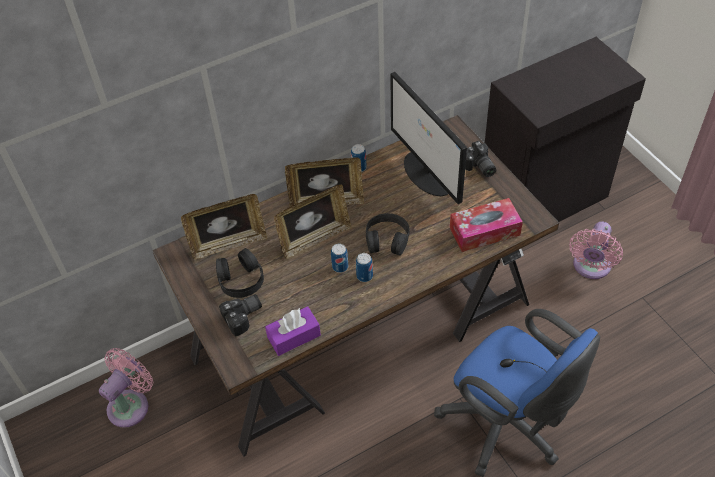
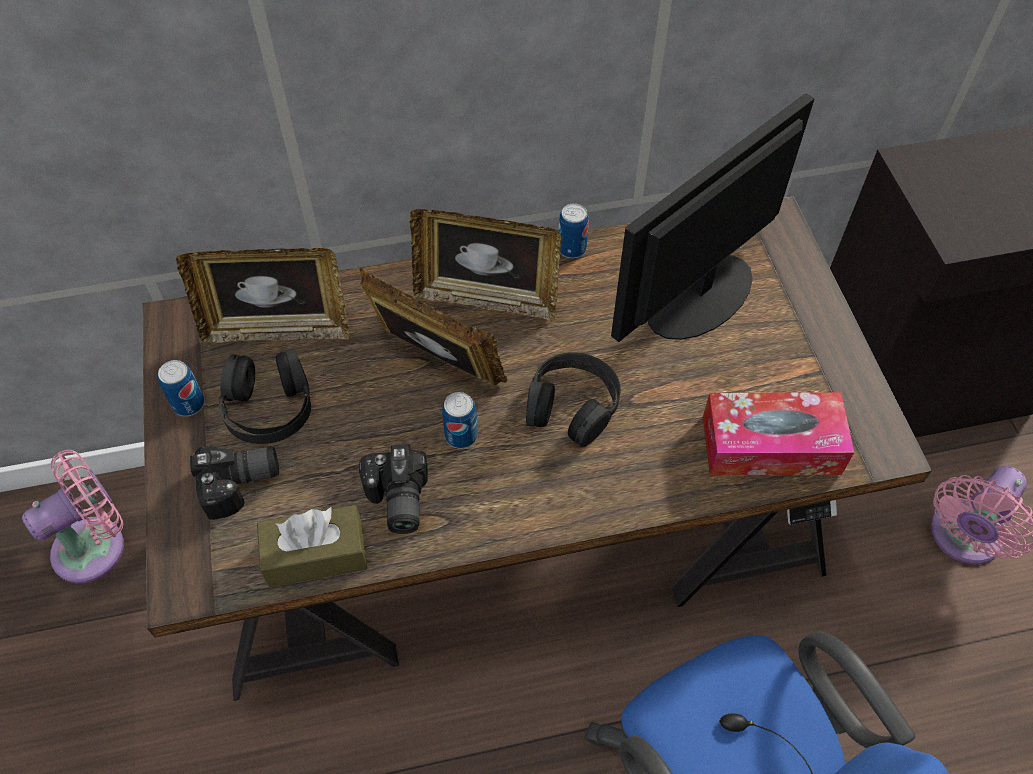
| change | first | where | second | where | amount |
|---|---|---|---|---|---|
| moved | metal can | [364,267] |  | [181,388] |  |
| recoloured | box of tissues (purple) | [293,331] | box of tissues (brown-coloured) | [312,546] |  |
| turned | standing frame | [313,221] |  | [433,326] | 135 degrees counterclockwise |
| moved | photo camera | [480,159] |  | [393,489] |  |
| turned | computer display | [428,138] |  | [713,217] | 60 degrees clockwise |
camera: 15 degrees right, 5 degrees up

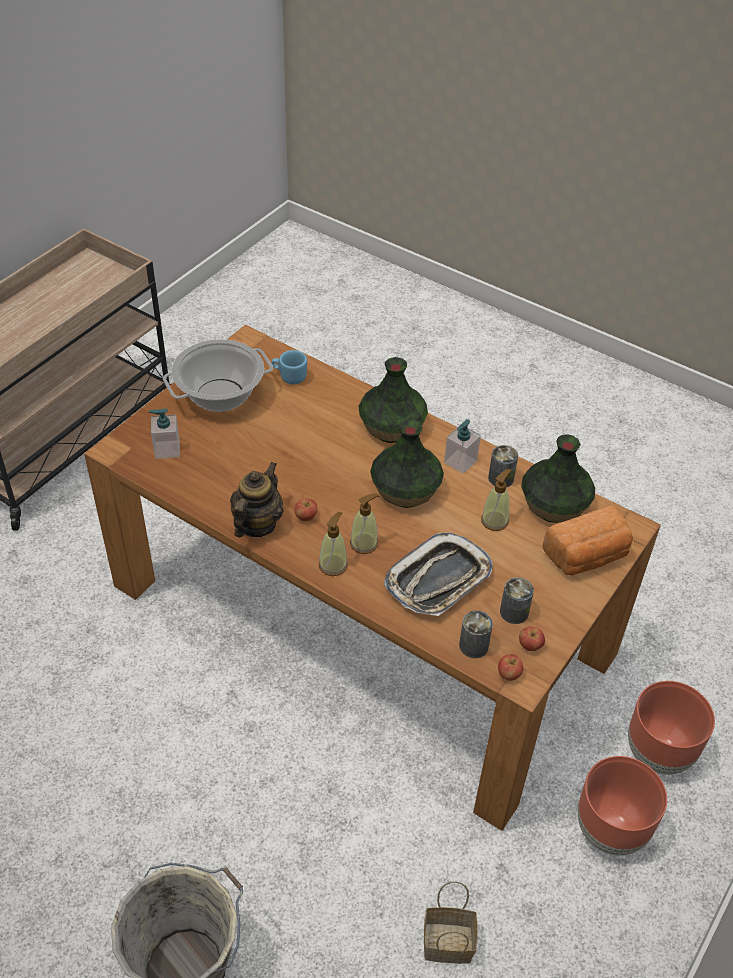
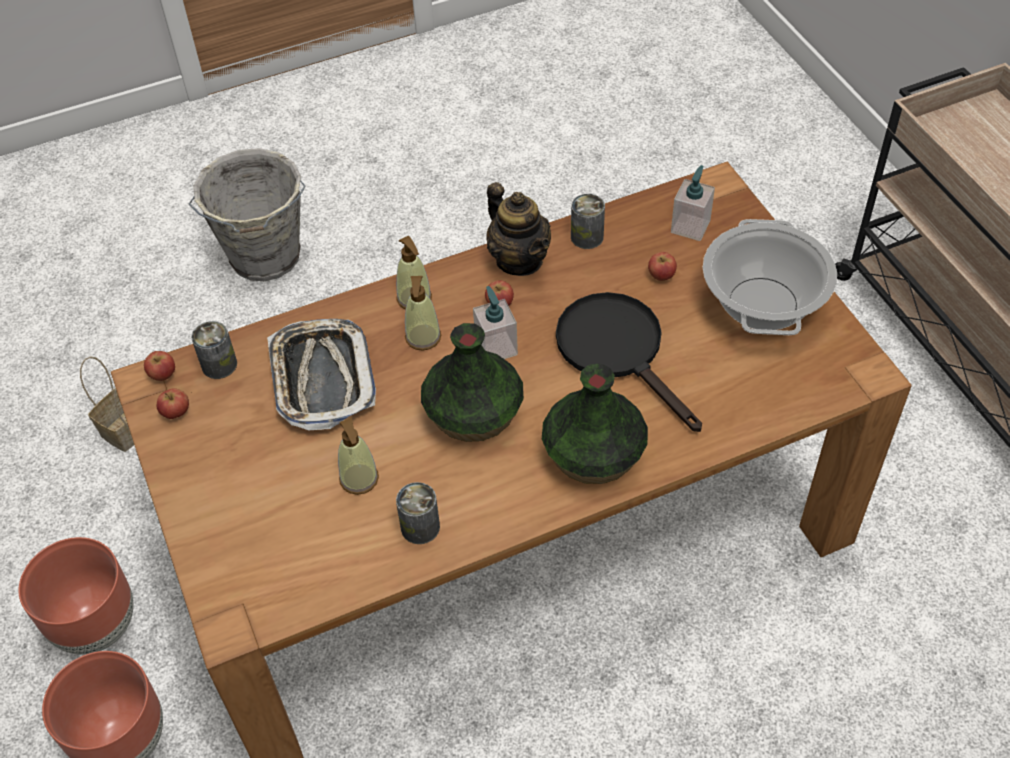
| change | first | where | second | where | amount |
|---|---|---|---|---|---|
| moved | soap dispenser | [462,446] |  | [495,322] |  |
| added |  |  | frying pan (black) | [629,362] |  |
| moved | metal can | [517,600] |  | [588,221] |  |
| added |  |  | apple fruit | [662,266] |  |
| removed | tea mug (blue) | [289,367] |  |  |  |
| removed | vase | [558,478] |  |  |  |
| removed | bakery bread | [587,540] |  |  |  |
camera: 125 degrees right, 5 degrees up

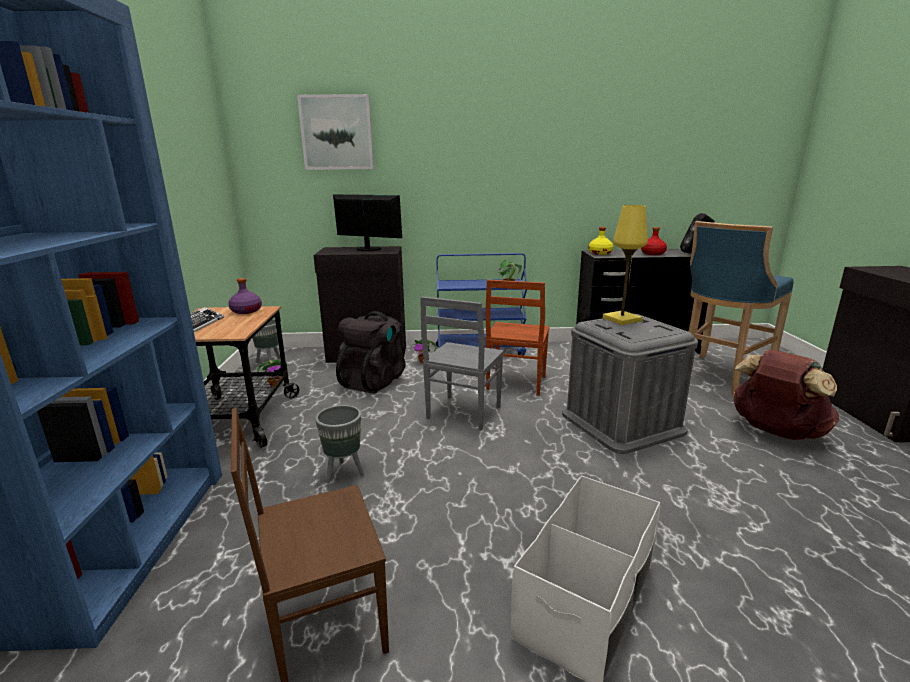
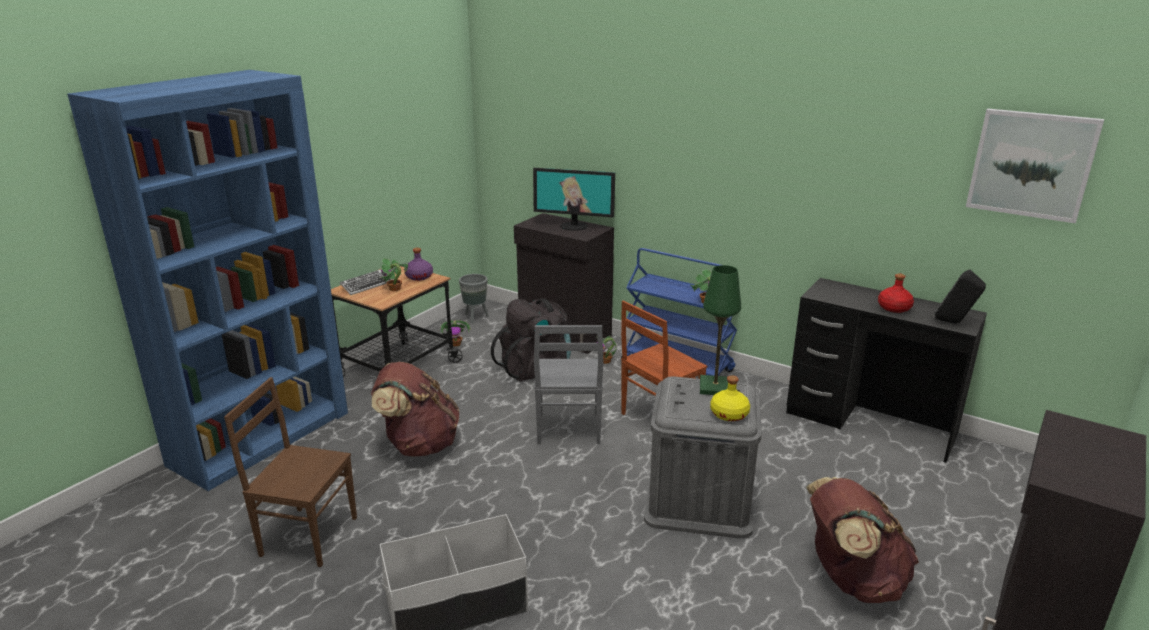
| change | first | where | second | where | amount |
|---|---|---|---|---|---|
| replaced | planter (greyish) | [340,444] | knapsack (brown-coloured) | [415,409] |  |
| added |  |  | houseplant | [394,274] |  |
| turned | computer display | [367,222] |  | [574,199] | 135 degrees clockwise |
| turned | chair (greyish) | [462,364] |  | [569,384] | 60 degrees counterclockwise |
| recoloured | tabletop lamp (yellowish) | [625,265] | tabletop lamp (greenish) | [720,330] |  |
| moved | drink bottle (yellowish) | [601,241] |  | [730,398] |  |
| moved | wall picture | [335,132] |  | [1035,166] |  |
| removed | stool (blue) | [740,308] |  |  |  |
camera: 35 degrees right, 5 degrees up

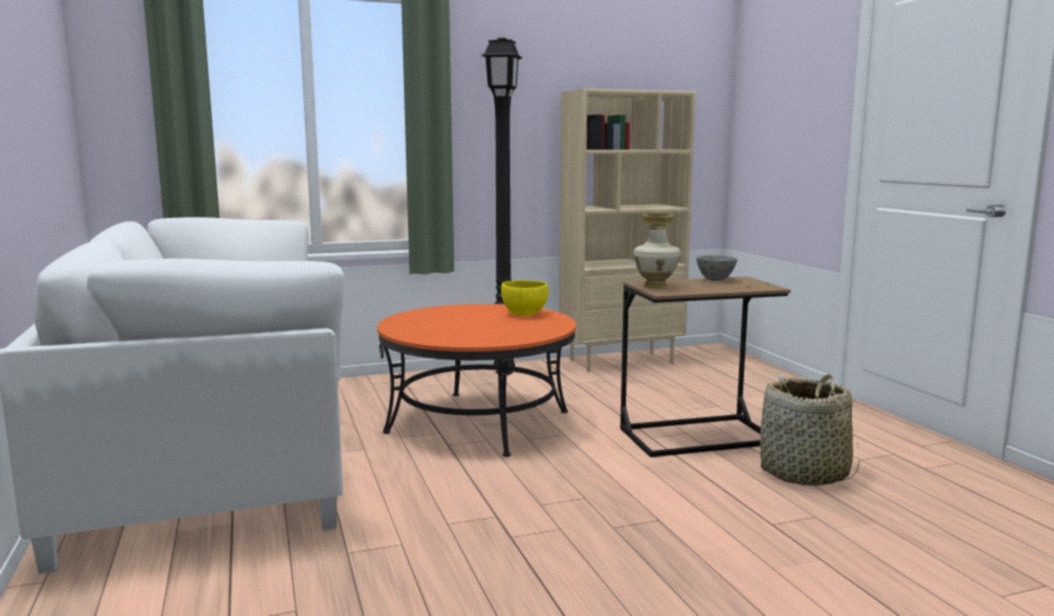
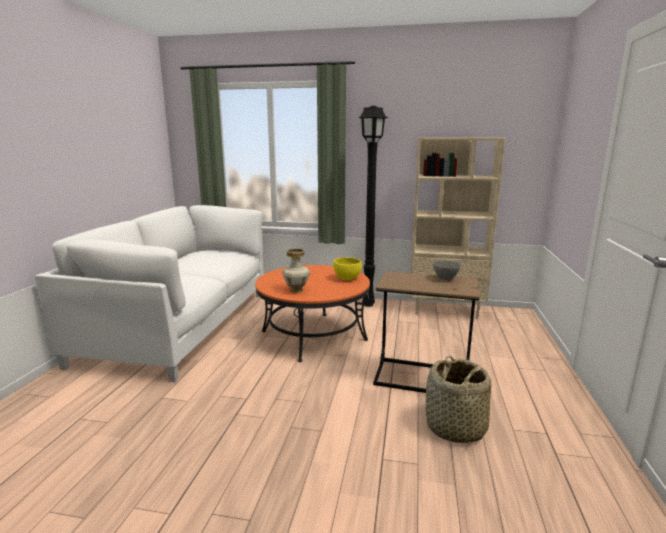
| change | first | where | second | where | amount |
|---|---|---|---|---|---|
| moved | vase | [657,250] |  | [296,271] |  |
camera: 30 degrees right, 5 degrees up

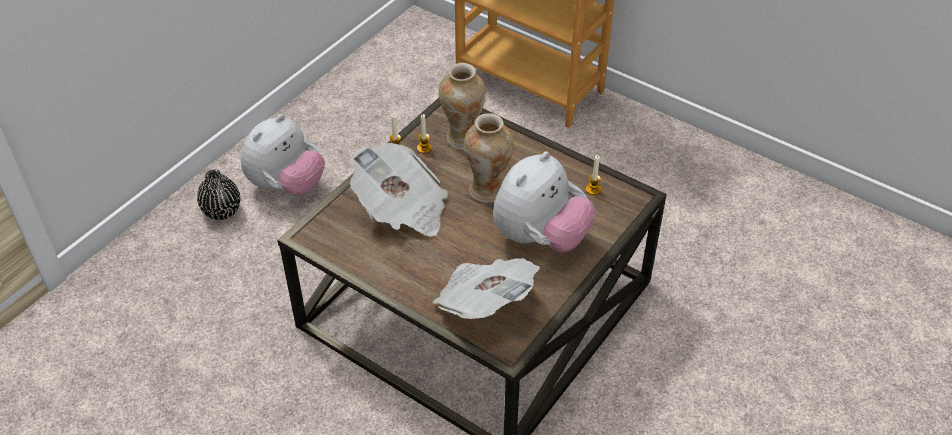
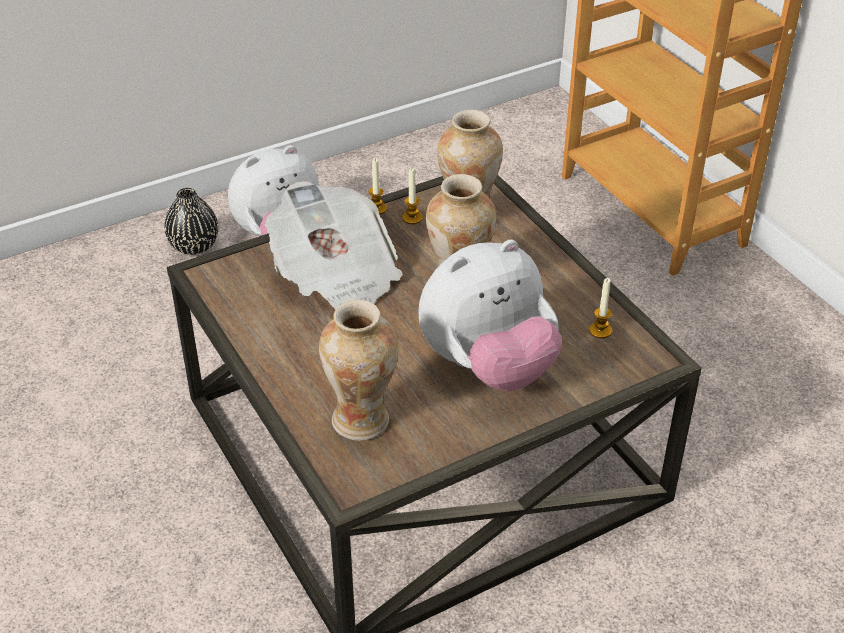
| change | first | where | second | where | amount |
|---|---|---|---|---|---|
| replaced | printed paper | [486,288] | vase | [359,370] |  |
camera: 25 degrees right, 5 degrees down

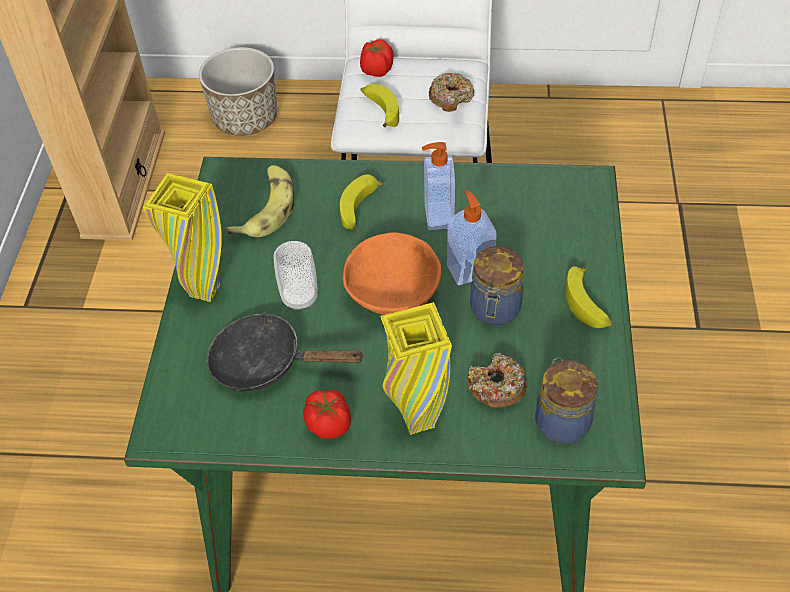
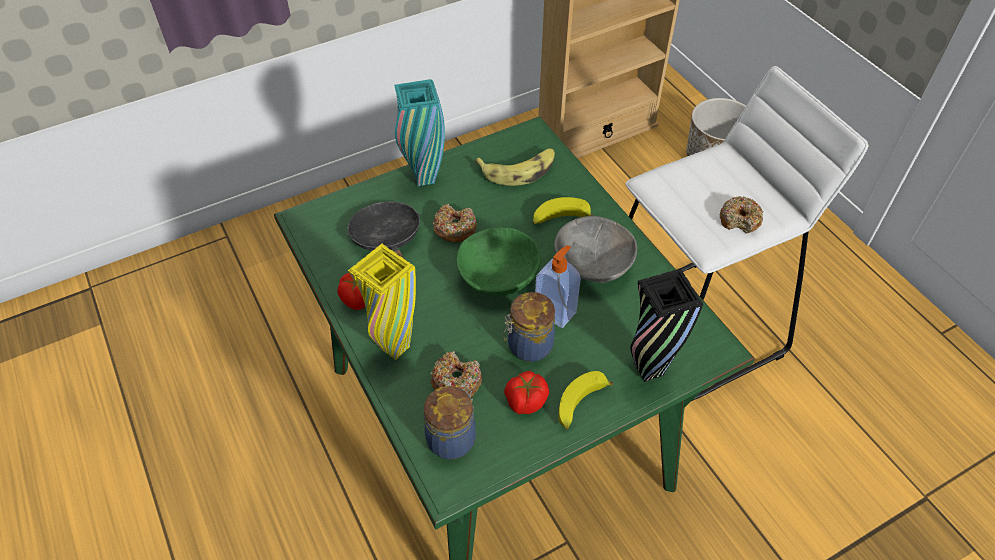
| change | first | where | second | where | amount |
|---|---|---|---|---|---|
| recoloured | vase (yellowish) | [182,237] | vase (turquoise-coloured) | [419,132] |  |
| replaced | small cup | [295,276] | doughnut | [454,223] |  |
| recoloured | bowl (orangey) | [392,273] | bowl (greenish) | [498,261] |  |
| moved | tomato | [376,58] |  | [526,392] |  |
| replaced | soap dispenser | [438,186] | bowl (greyish) | [595,249] |  |
| added |  |  | vase (black) | [666,325] |  |
| removed | banana fruit | [380,105] |  |  |  |
camera: 55 degrees right, 0 degrees up

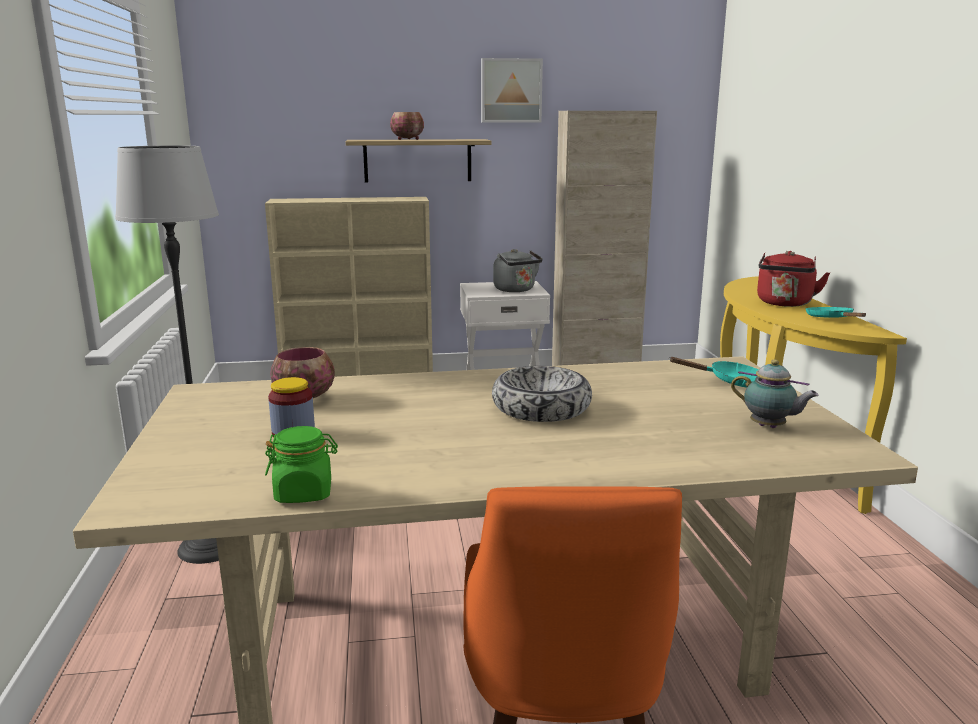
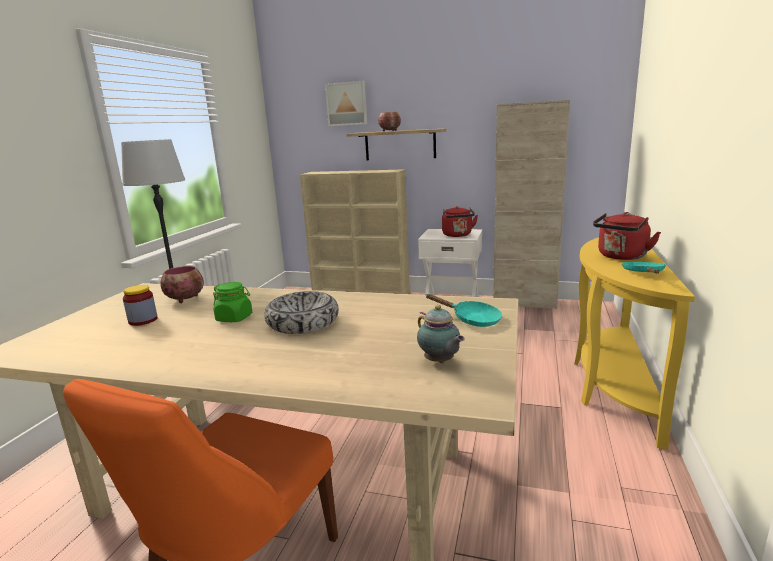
| change | first | where | second | where | amount |
|---|---|---|---|---|---|
| moved | jar (greenish) | [301,464] |  | [232,302] |  |
| moved | wall picture | [512,90] |  | [346,103] |  |
| recoloured | tea kettle (greyish) | [518,270] | tea kettle (reddish) | [460,221] |  |
camera: 25 degrees right, 0 degrees up

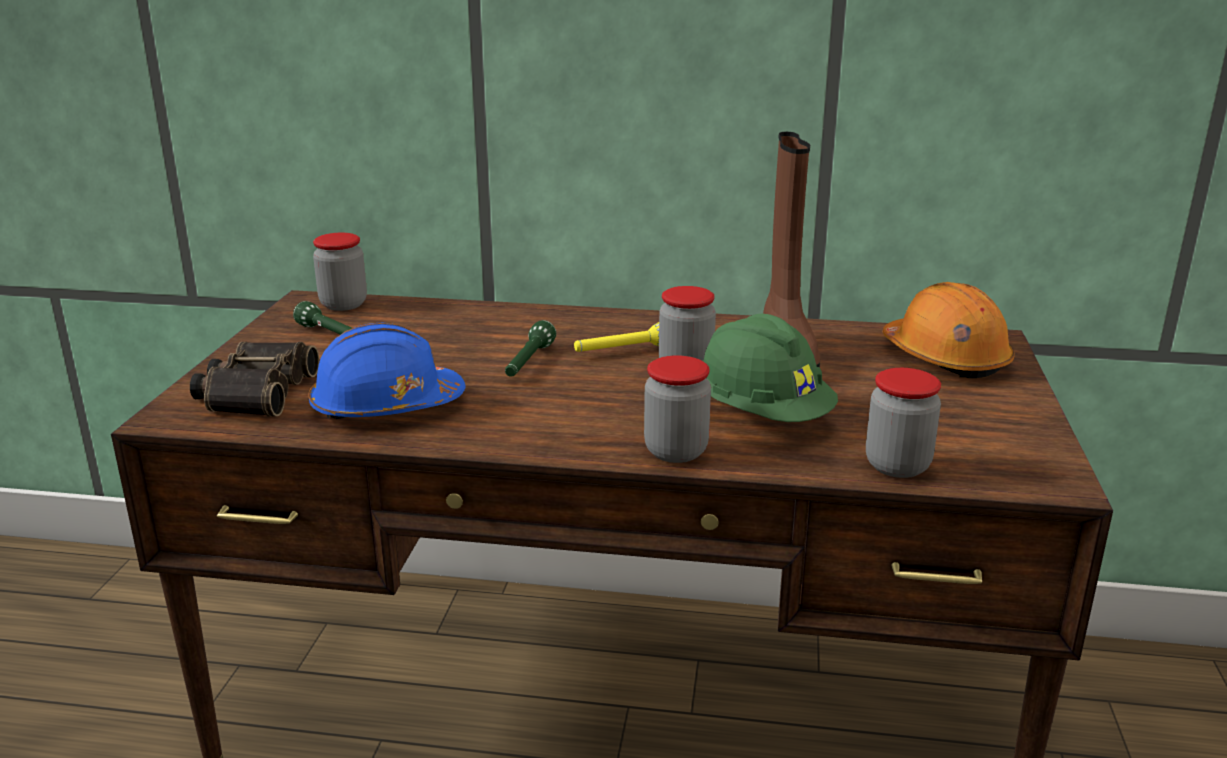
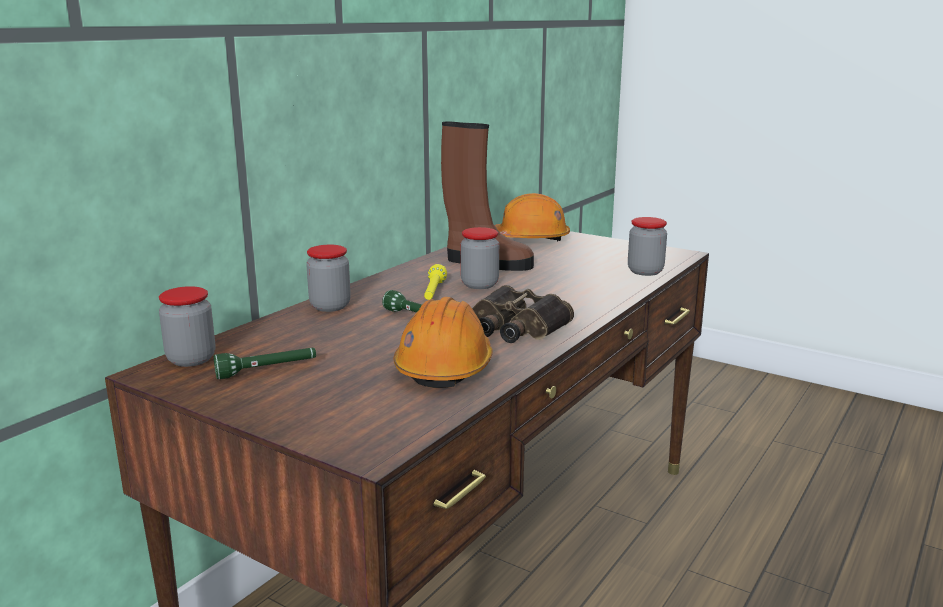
| change | first | where | second | where | amount |
|---|---|---|---|---|---|
| moved | jar | [677,409] |  | [328,278] |  |
| recoloured | safety helmet (blue) | [387,371] | safety helmet (orangey) | [443,342] |  |
| moved | binoculars | [254,379] |  | [523,314] |  |
| removed | safety helmet (greenish) | [770,368] |  |  |  |
camera: 65 degrees left, 5 degrees down

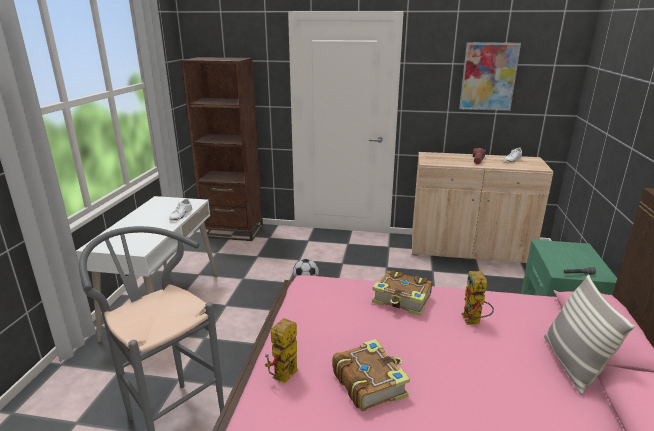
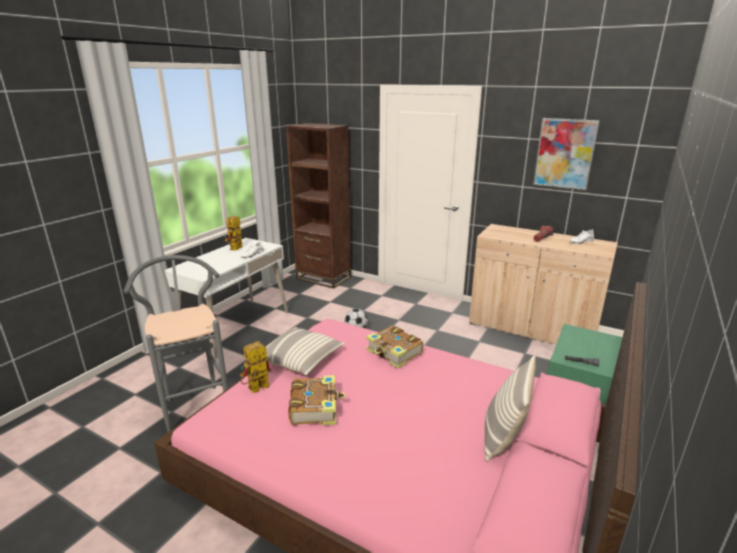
| change | first | where | second | where | amount |
|---|---|---|---|---|---|
| moved | robot figure | [477,298] |  | [233,233] |  |
| added |  |  | pillow | [305,351] |  |
camera: 20 degrees right, 0 degrees up

